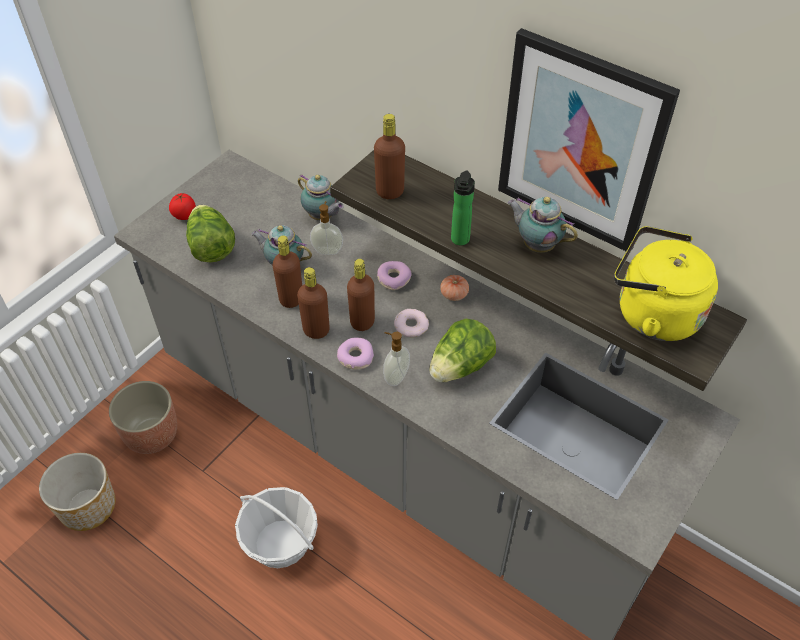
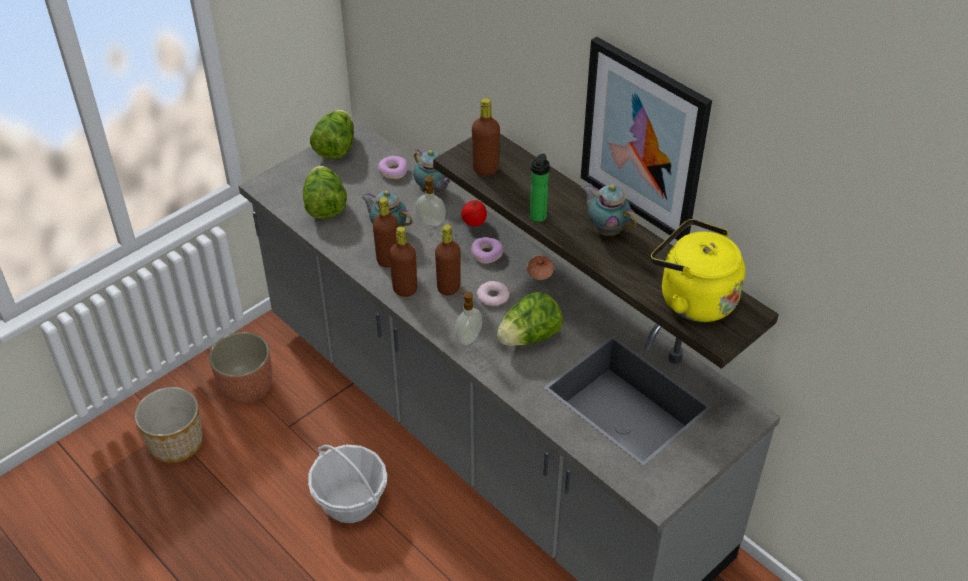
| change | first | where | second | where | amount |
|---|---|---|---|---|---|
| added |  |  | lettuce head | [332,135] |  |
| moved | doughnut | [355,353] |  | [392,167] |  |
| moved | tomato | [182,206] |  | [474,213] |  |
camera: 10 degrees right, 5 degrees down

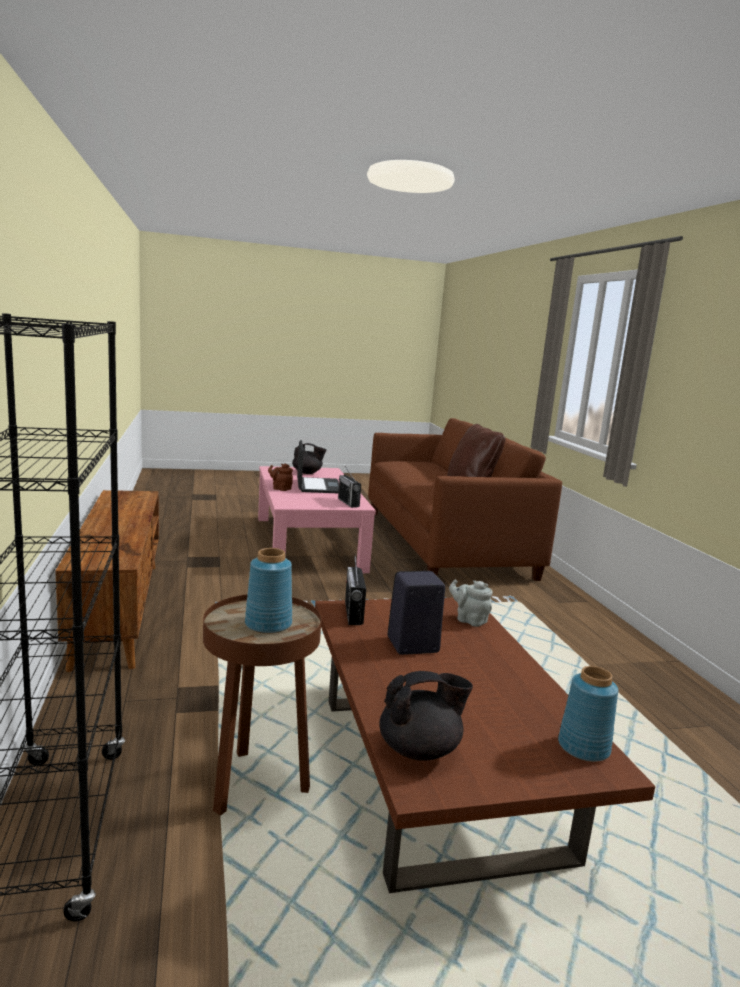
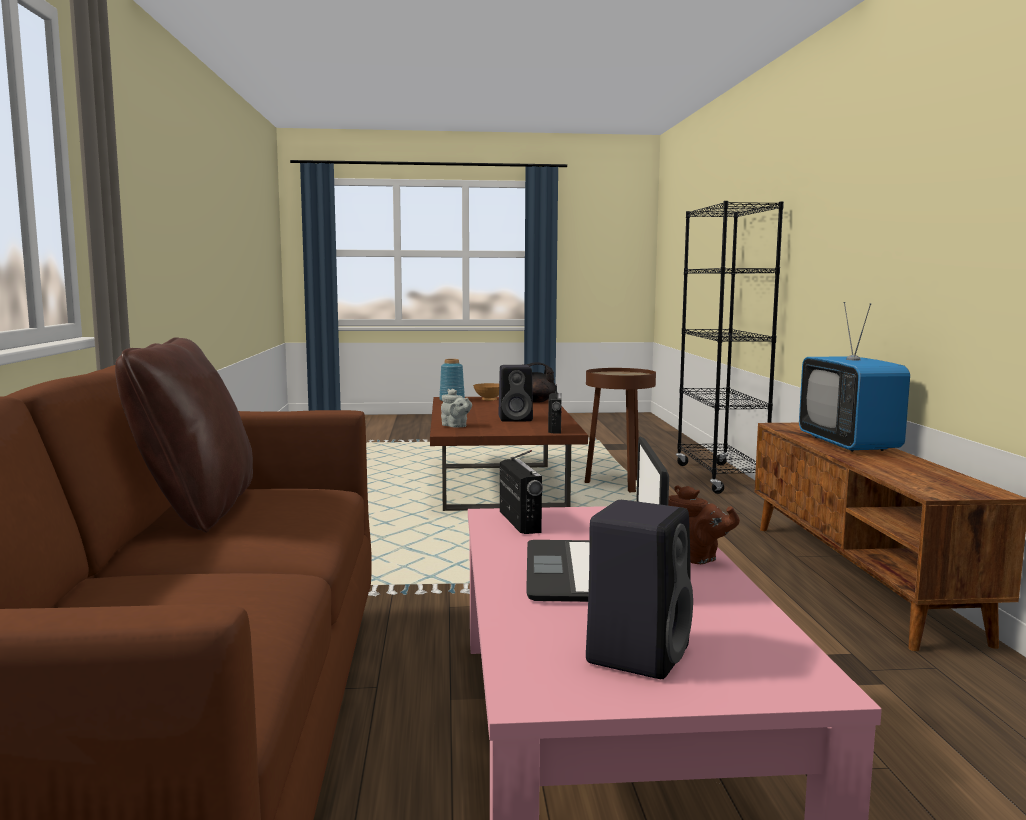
| change | first | where | second | where | amount |
|---|---|---|---|---|---|
| added |  |  | bowl (brown-coloured) | [486,392] |  |
| replaced | teapot (black) | [309,458] | loudspeaker (black) | [639,589] |  |
| added |  |  | television | [854,377] |  |
| removed | vase (blue) | [268,591] |  |  |  |
camera: 170 degrees left, 5 degrees down

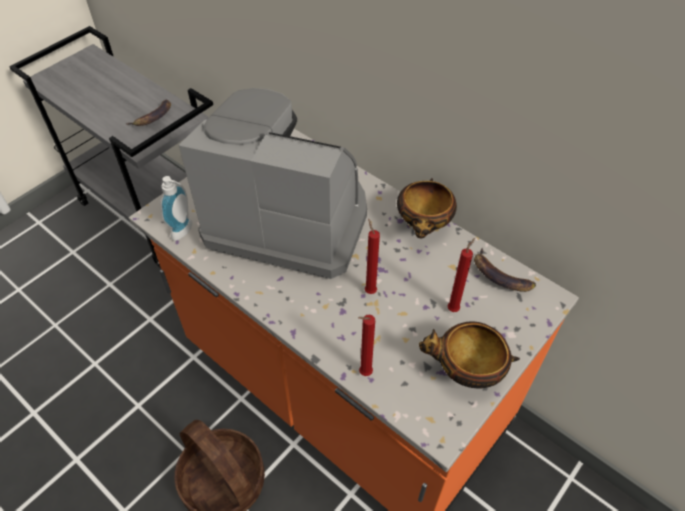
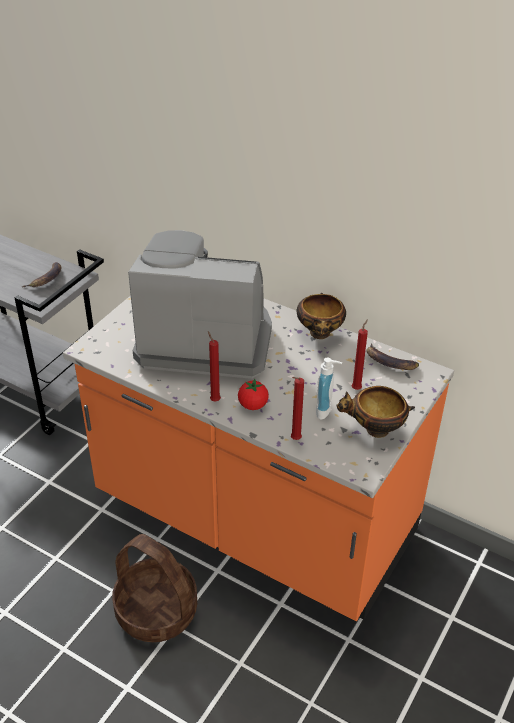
| change | first | where | second | where | amount |
|---|---|---|---|---|---|
| moved | candle (reddish) | [372,256] |  | [214,366] |  |
| added |  |  | tomato | [253,394] |  |
| moved | soap dispenser | [176,208] |  | [329,388] |  |
camera: 10 degrees left, 10 degrees down

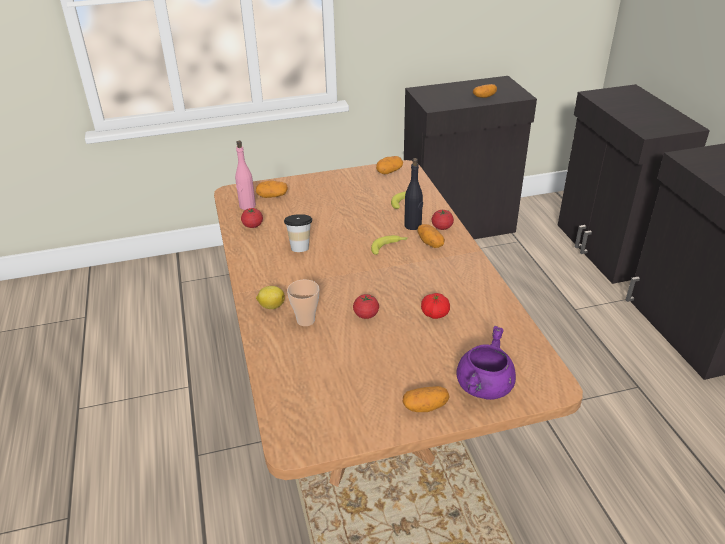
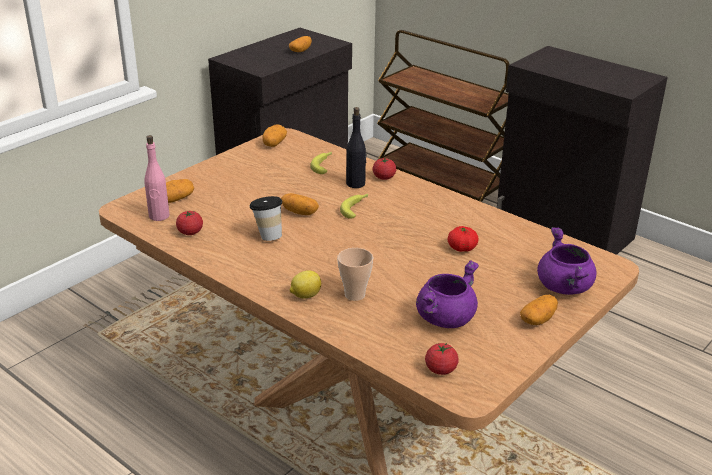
| change | first | where | second | where | amount |
|---|---|---|---|---|---|
| moved | whole potato | [431,236] |  | [300,204] |  |
| replaced | cupboard (black) | [634,184] | cart (brown-coloured) | [443,116] |  |
| added |  |  | saucepot (purple) | [447,294] |  |
| moved | tomato | [366,306] |  | [442,359] |  |
camera: 35 degrees left, 5 degrees down

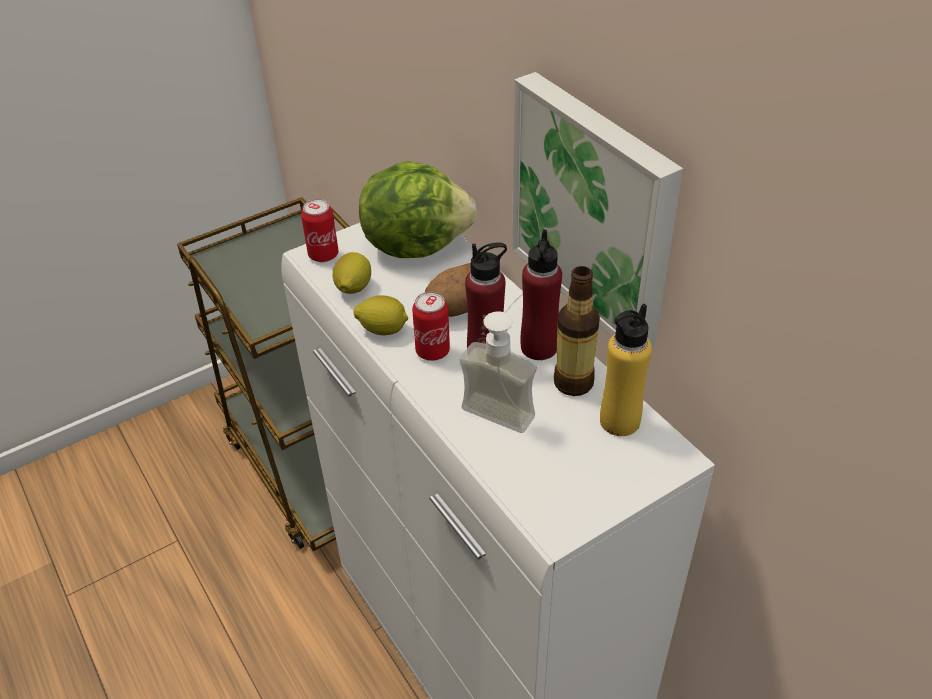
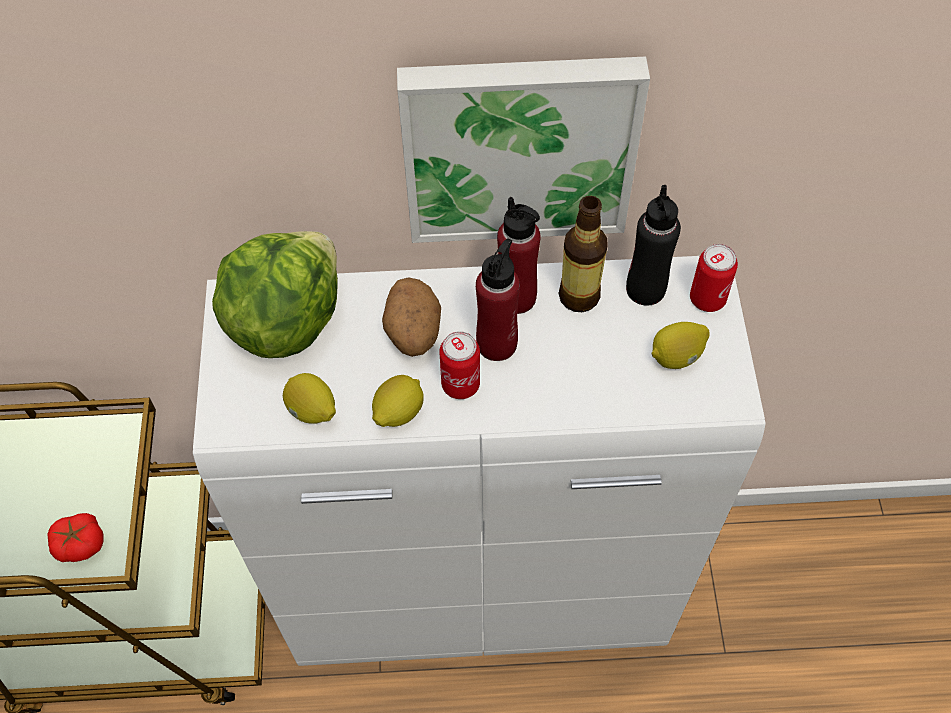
| change | first | where | second | where | amount |
|---|---|---|---|---|---|
| added |  |  | tomato | [75,537] |  |
| recoloured | drink bottle (yellowish) | [626,370] | drink bottle (black) | [653,245] |  |
| added |  |  | lemon | [681,345] |  |
| moved | metal can | [320,230] |  | [714,278] |  |
| removed | soap dispenser | [498,363] |  |  |  |
camera: 60 degrees left, 15 degrees up

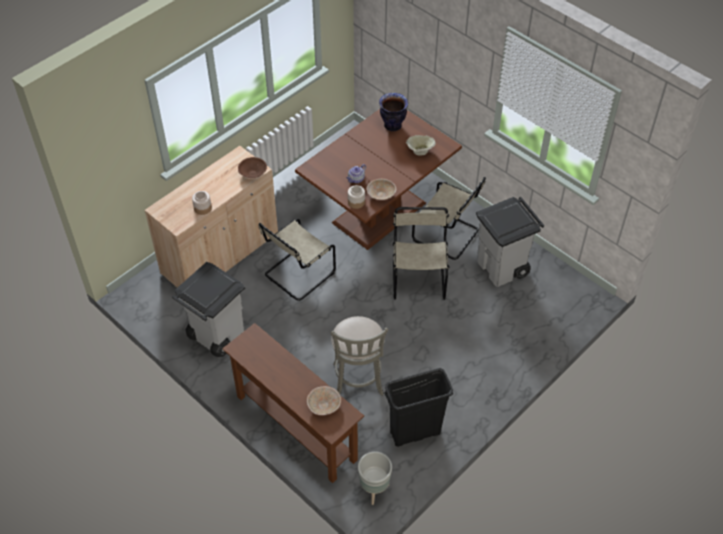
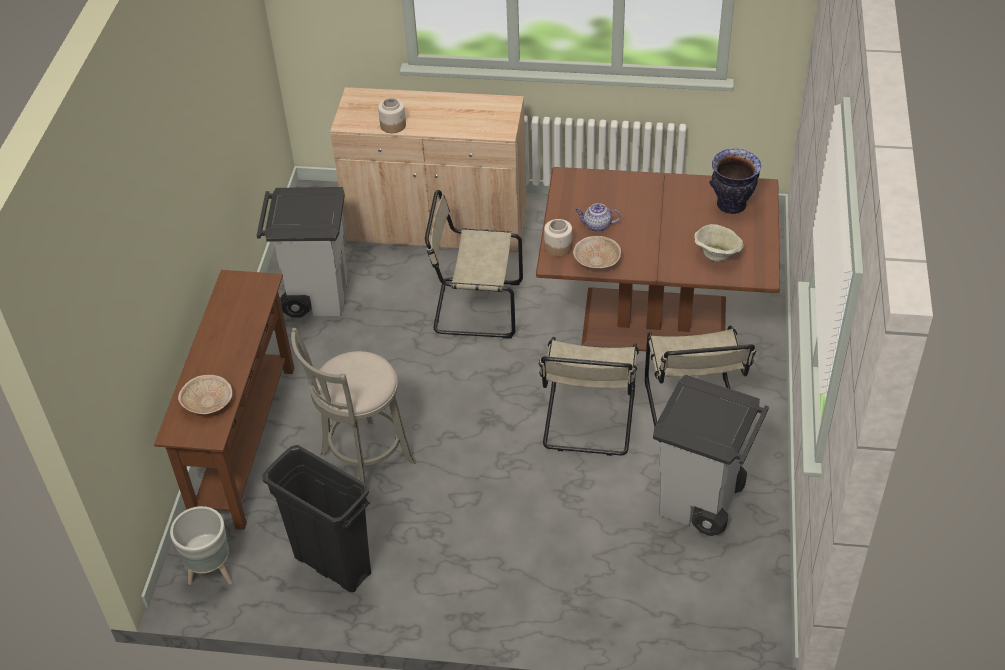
| change | first | where | second | where | amount |
|---|---|---|---|---|---|
| turned | chair (beige) | [421,253] |  | [589,396] | 135 degrees clockwise |
| removed | bowl (brown-coloured) | [252,167] |  |  |  |
camera: 55 degrees right, 5 degrees down

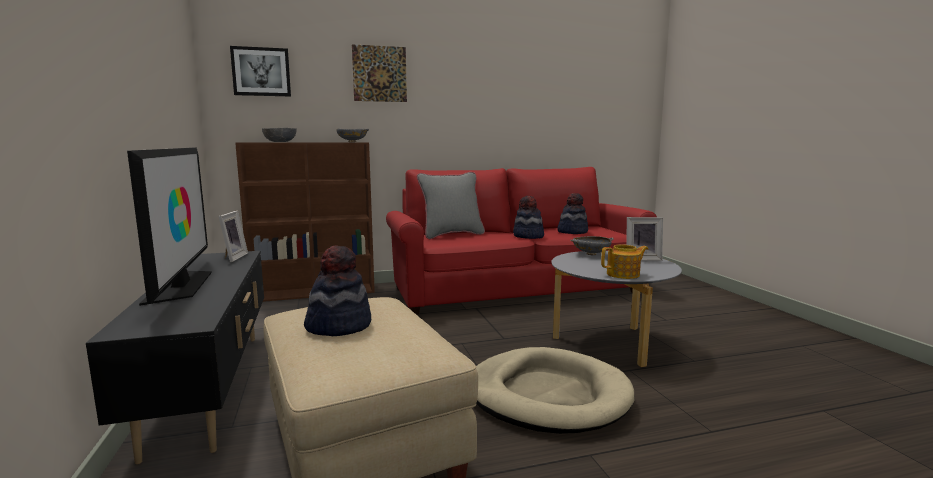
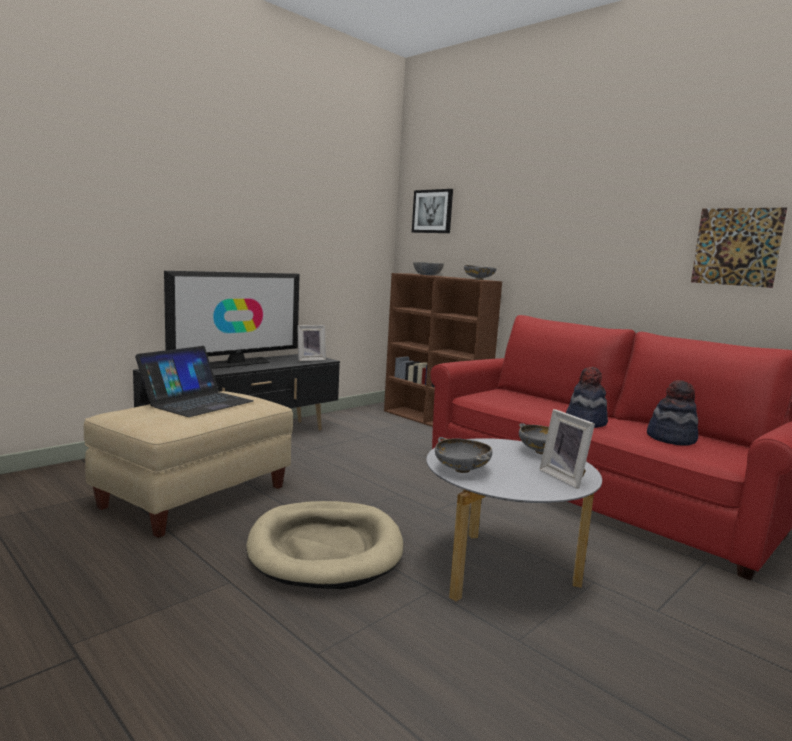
| change | first | where | second | where | amount |
|---|---|---|---|---|---|
| replaced | wearable hat | [337,290] | laptop | [194,381] |  |
| replaced | teapot | [624,261] | bowl (greyish) | [463,455] |  |
| moved | wall picture | [379,73] |  | [739,248] |  |
| removed | pillow (greyish) | [451,205] |  |  |  |
camera: 60 degrees right, 0 degrees up

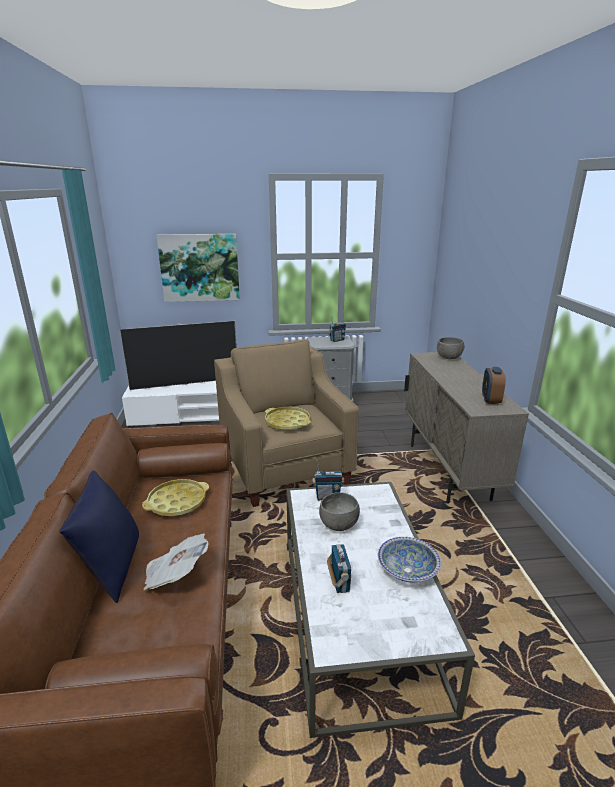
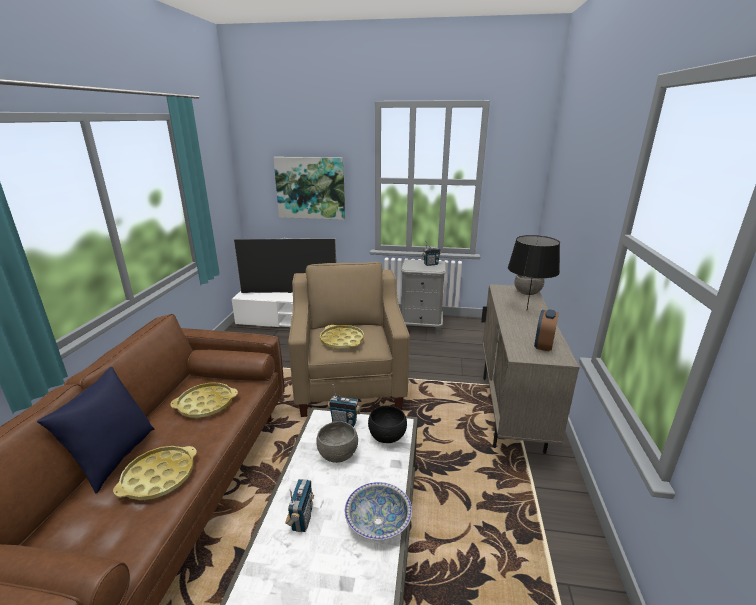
| change | first | where | second | where | amount |
|---|---|---|---|---|---|
| replaced | printed paper | [175,562] | carrying tray (yellowish) | [155,473] |  |
| added |  |  | bowl (black) | [387,424] |  |
| added |  |  | tabletop lamp (black) | [534,272] |  |
camera: 15 degrees right, 0 degrees up

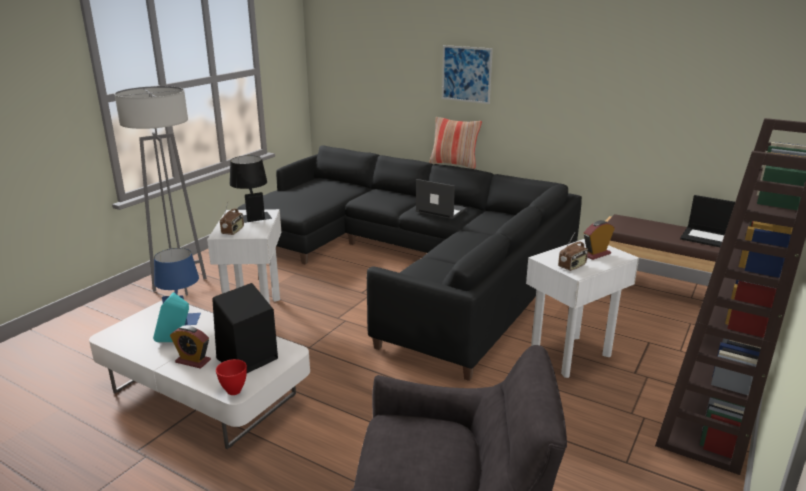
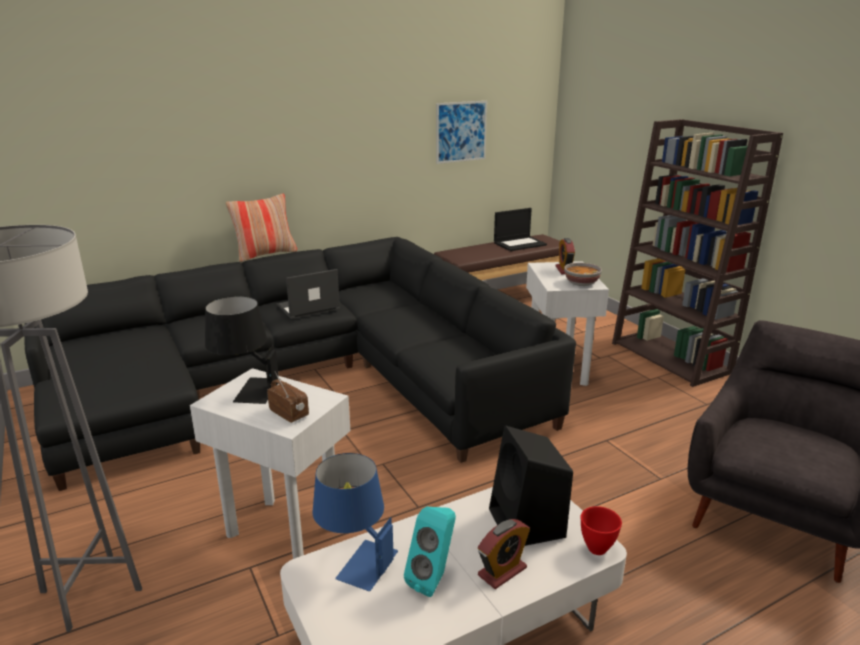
| change | first | where | second | where | amount |
|---|---|---|---|---|---|
| moved | wall picture | [467,74] |  | [461,132] |  |
| replaced | radio set | [573,252] | bowl | [583,274] |  |
camera: 60 degrees left, 0 degrees up

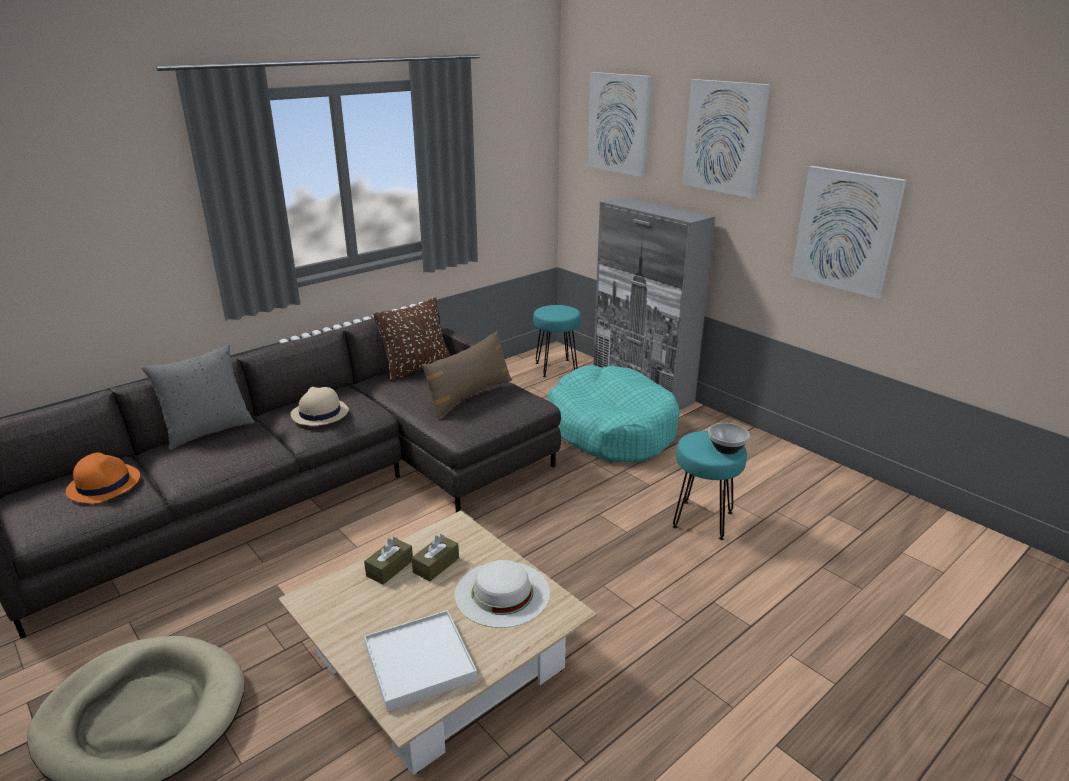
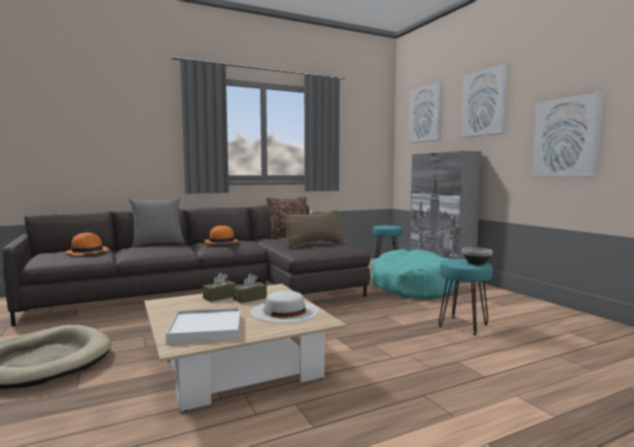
| change | first | where | second | where | amount |
|---|---|---|---|---|---|
| recoloured | wearable hat (beige) | [320,406] | wearable hat (orangey) | [221,234] |  |
camera: 15 degrees right, 20 degrees down

